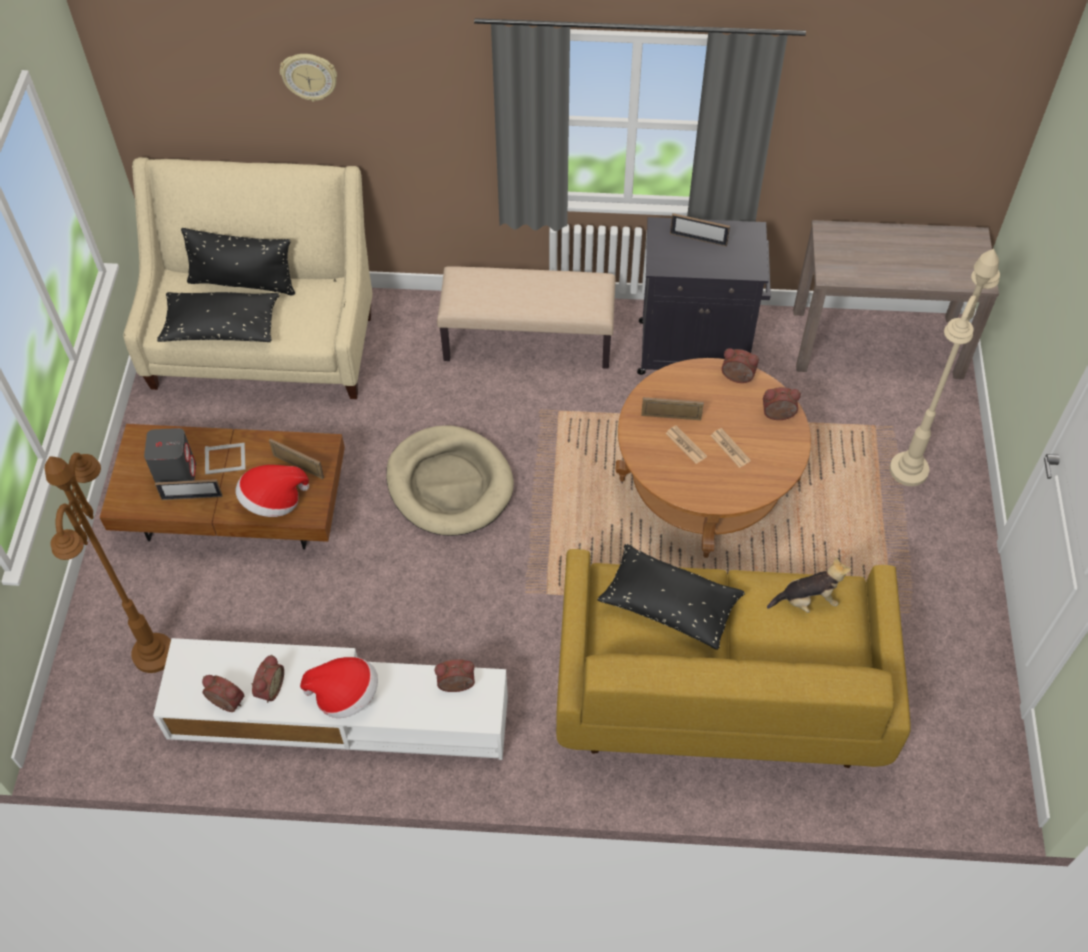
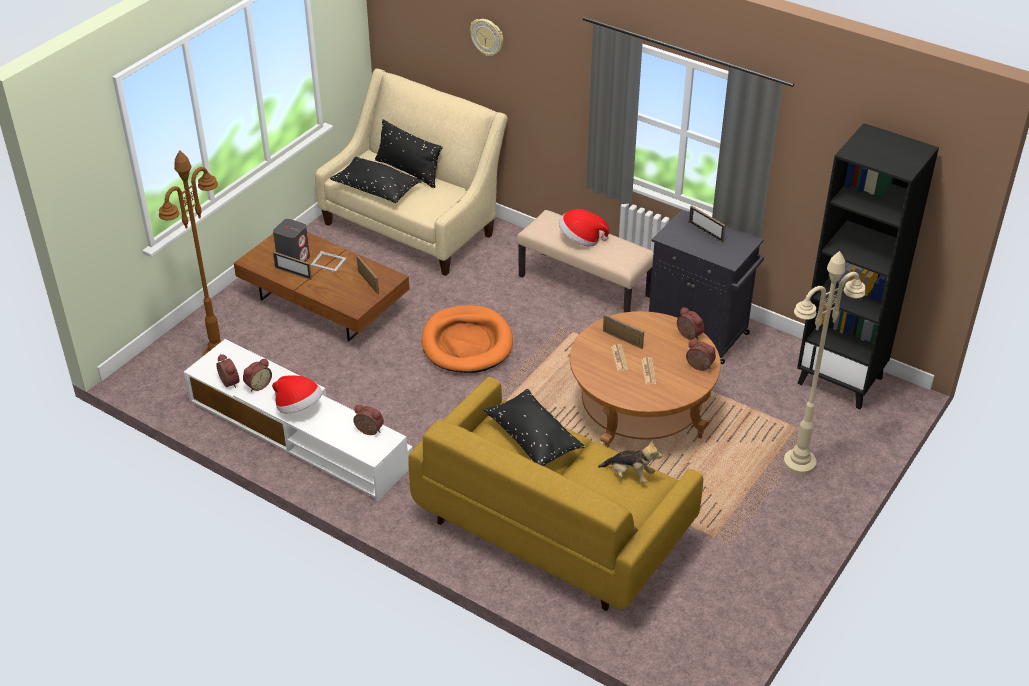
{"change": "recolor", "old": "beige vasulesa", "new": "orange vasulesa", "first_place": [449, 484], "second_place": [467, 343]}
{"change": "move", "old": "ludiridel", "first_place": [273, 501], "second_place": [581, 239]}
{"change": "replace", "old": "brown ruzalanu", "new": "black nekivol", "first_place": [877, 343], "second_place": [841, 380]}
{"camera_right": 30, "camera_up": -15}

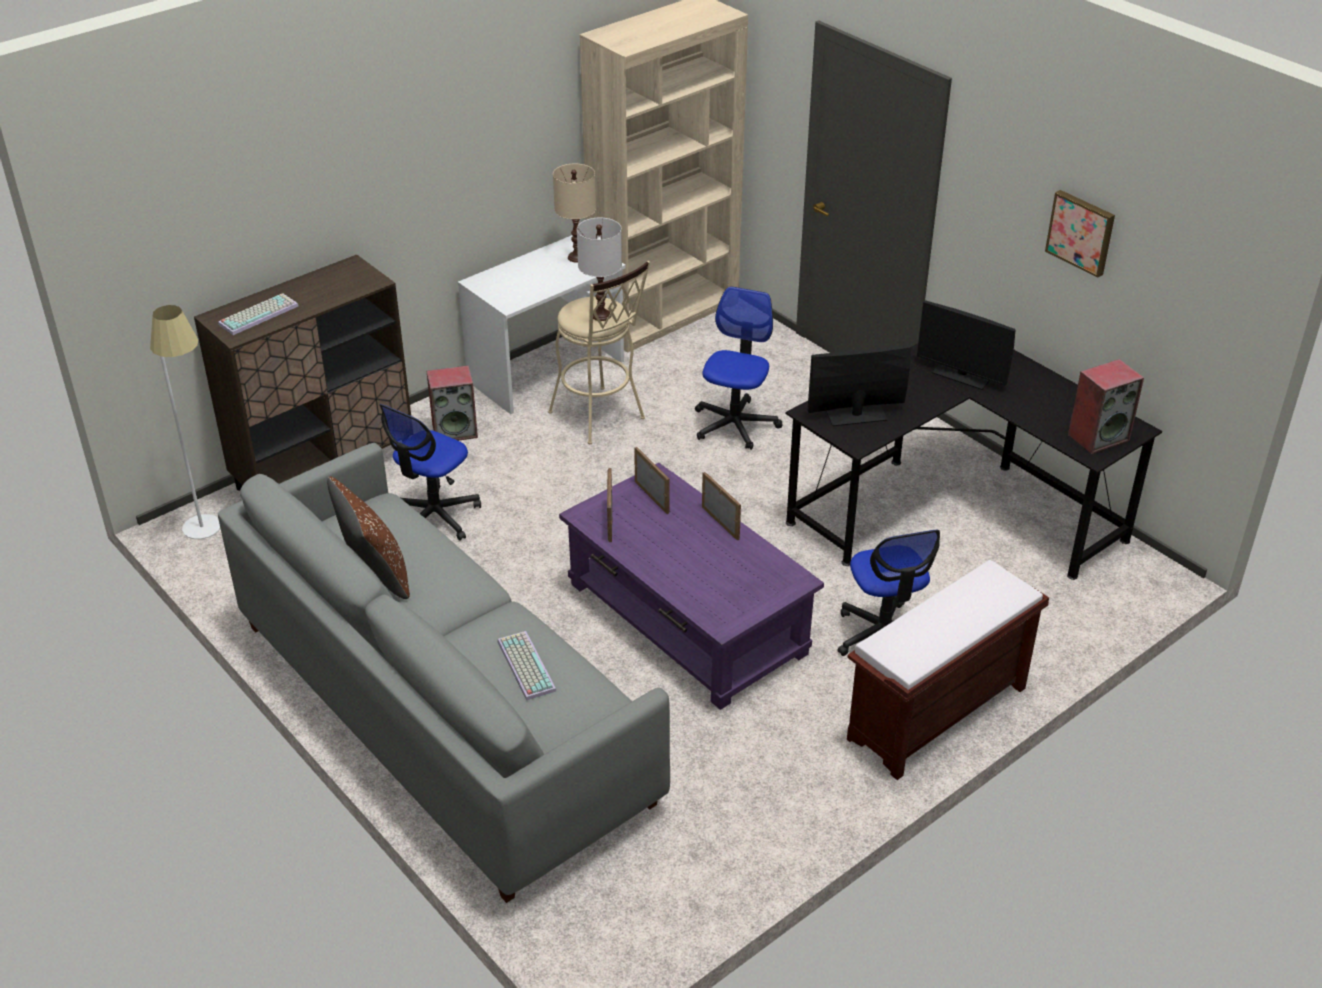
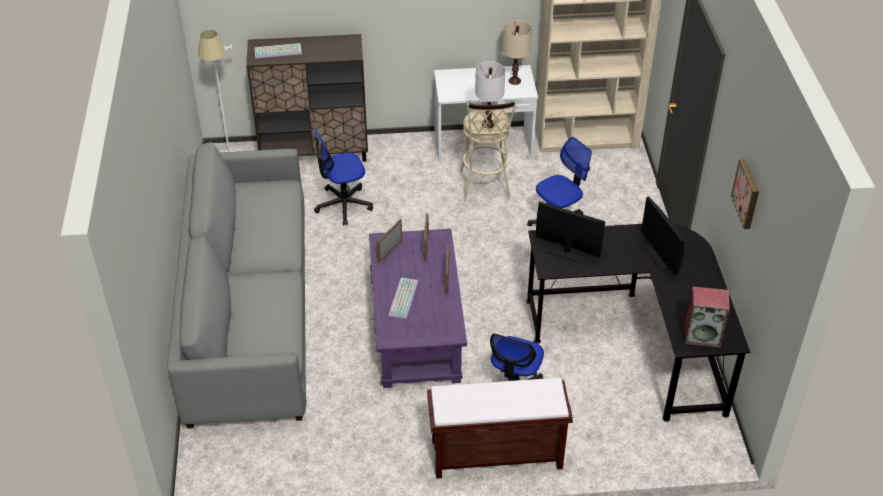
{"change": "move", "old": "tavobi", "first_place": [524, 665], "second_place": [402, 297]}
{"change": "delete", "old": "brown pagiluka", "first_place": [376, 574]}
{"change": "delete", "old": "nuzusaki", "first_place": [455, 431]}
{"camera_right": 35, "camera_up": 5}

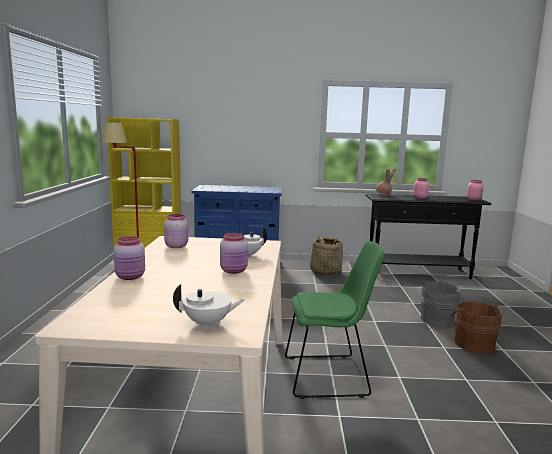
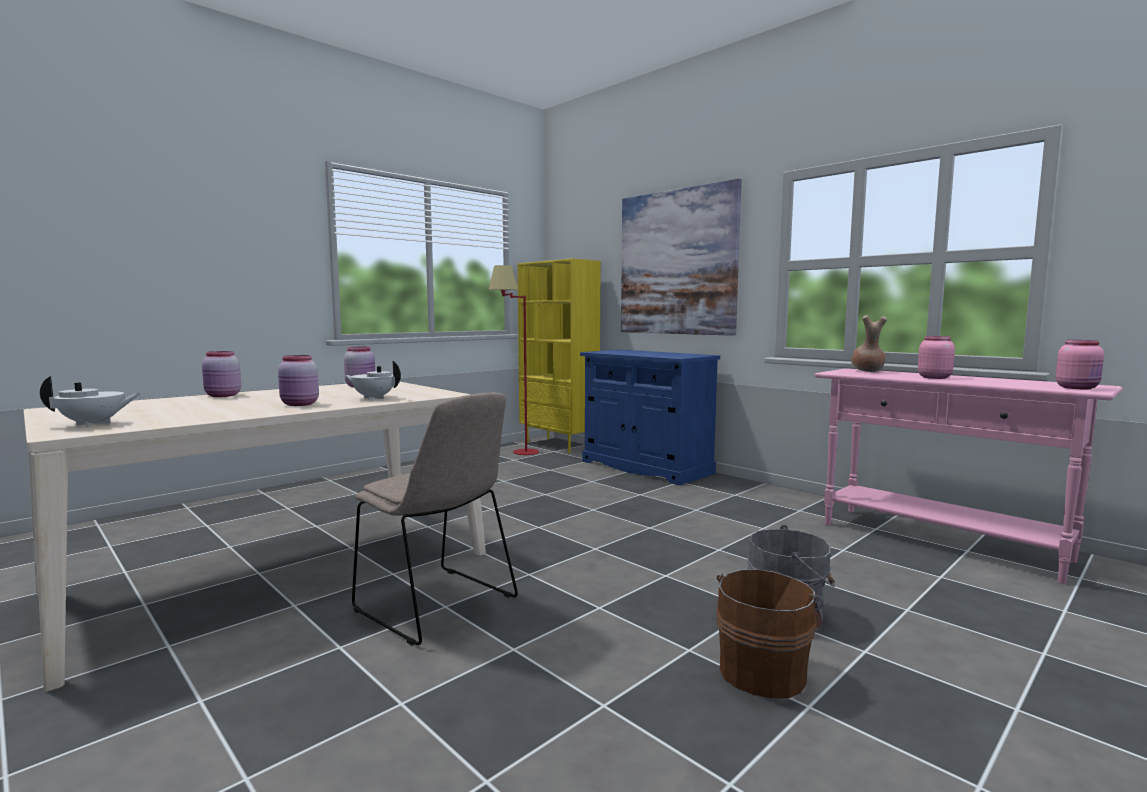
{"change": "rotate", "old": "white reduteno", "first_place": [208, 324], "second_place": [93, 424], "degrees": -60}
{"change": "recolor", "old": "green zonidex", "new": "beige zonidex", "first_place": [329, 376], "second_place": [438, 606]}
{"change": "insert", "new": "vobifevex", "second_place": [677, 262]}
{"change": "recolor", "old": "black ruzalanu", "new": "pink ruzalanu", "first_place": [418, 272], "second_place": [941, 542]}
{"change": "delete", "old": "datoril", "first_place": [325, 271]}
{"camera_right": 45, "camera_up": -5}

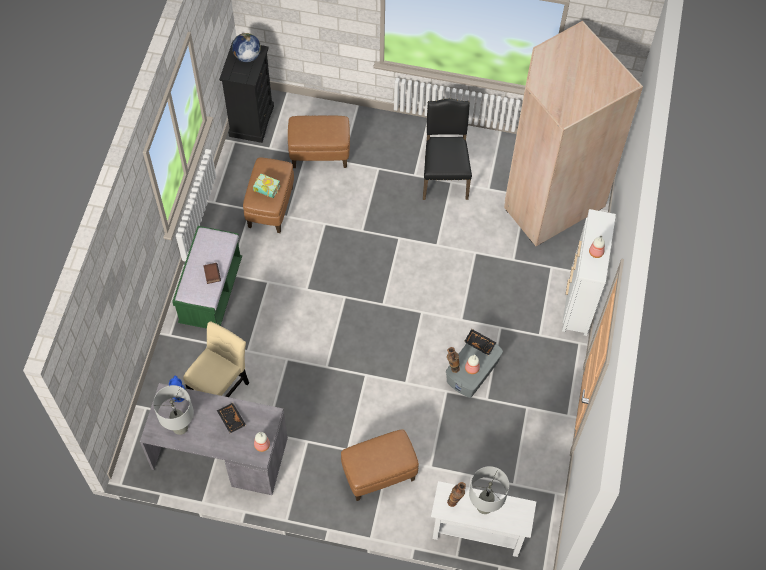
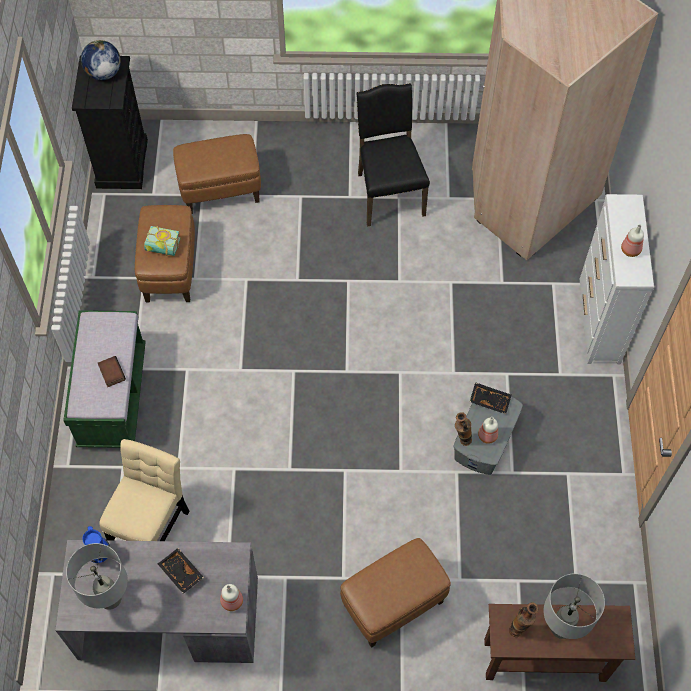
{"change": "recolor", "old": "white ruzalanu", "new": "brown ruzalanu", "first_place": [477, 533], "second_place": [544, 660]}
{"camera_right": -10, "camera_up": 0}

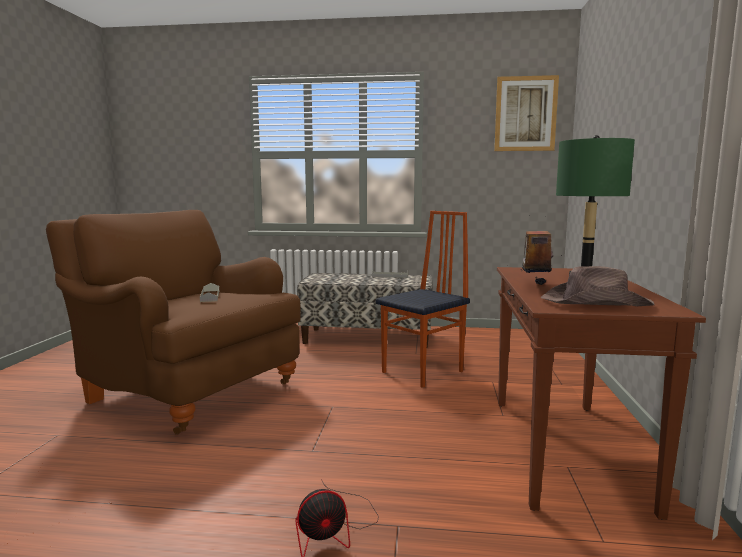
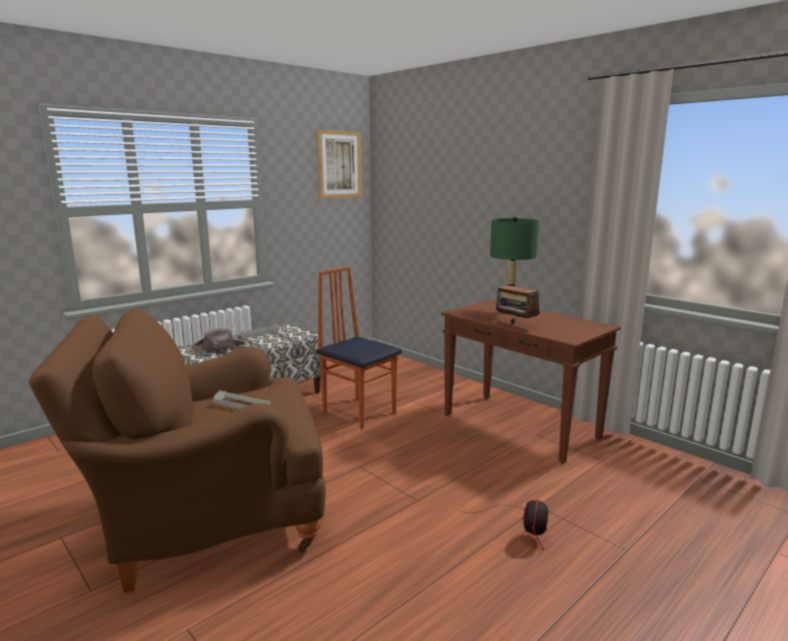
{"change": "move", "old": "brown ludiridel", "first_place": [596, 303], "second_place": [219, 347]}
{"change": "rotate", "old": "zonidex", "first_place": [424, 372], "second_place": [359, 412], "degrees": -45}
{"camera_right": -50, "camera_up": 5}

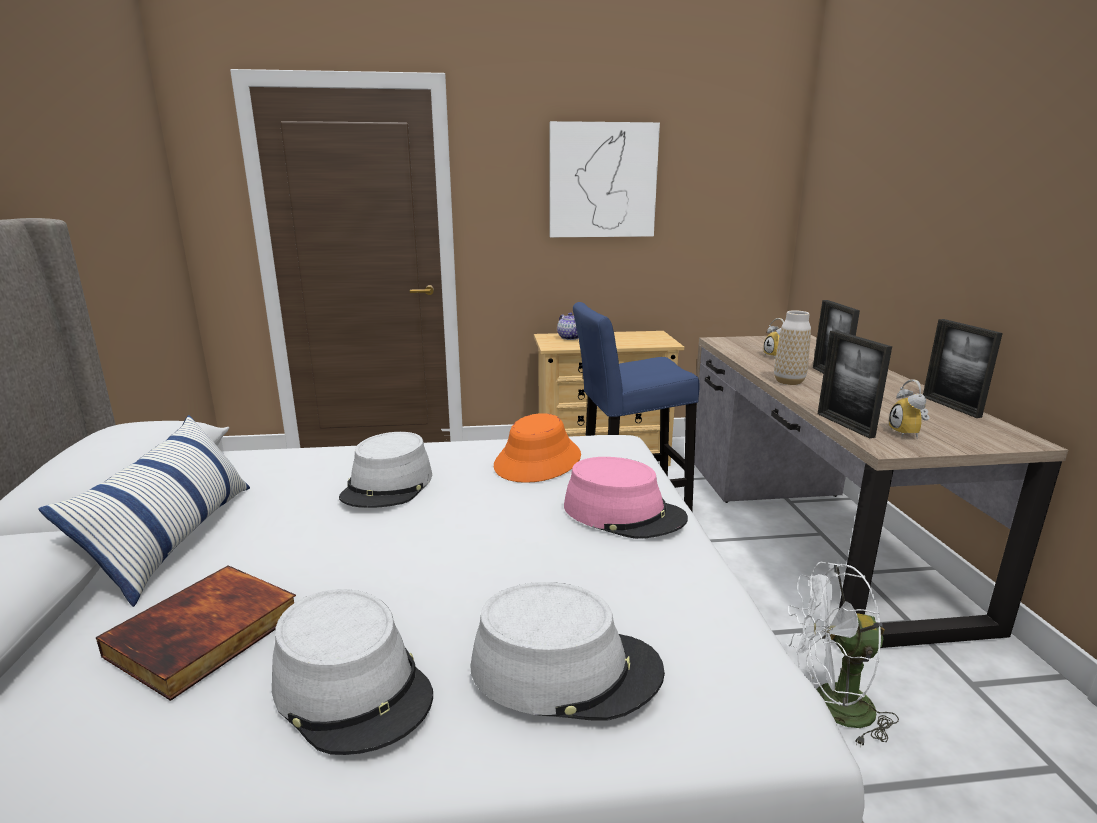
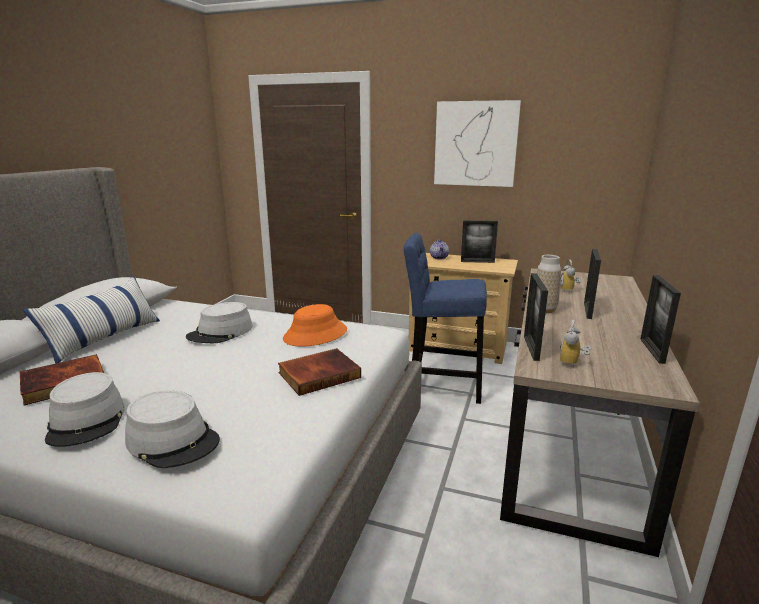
{"change": "replace", "old": "pink ludiridel", "new": "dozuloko", "first_place": [623, 513], "second_place": [319, 374]}
{"change": "insert", "new": "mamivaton", "second_place": [477, 261]}
{"change": "delete", "old": "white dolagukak", "first_place": [830, 708]}
{"camera_right": 25, "camera_up": 0}

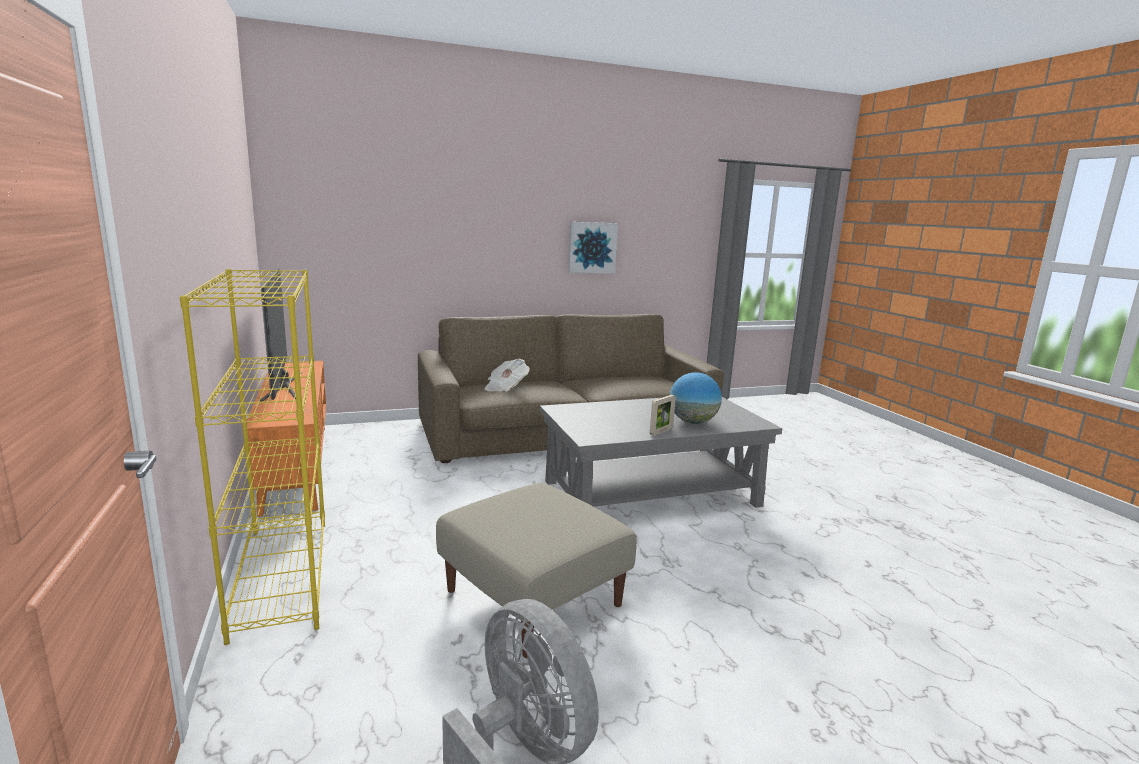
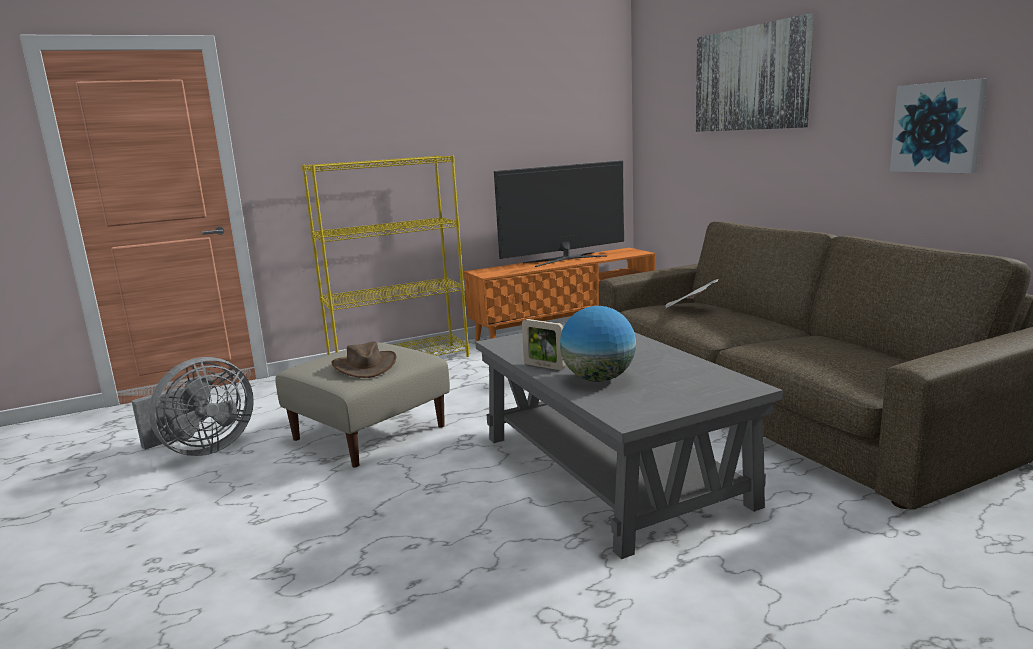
{"change": "insert", "new": "brown ludiridel", "second_place": [364, 366]}
{"change": "insert", "new": "vobifevex", "second_place": [750, 79]}
{"camera_right": 85, "camera_up": 0}

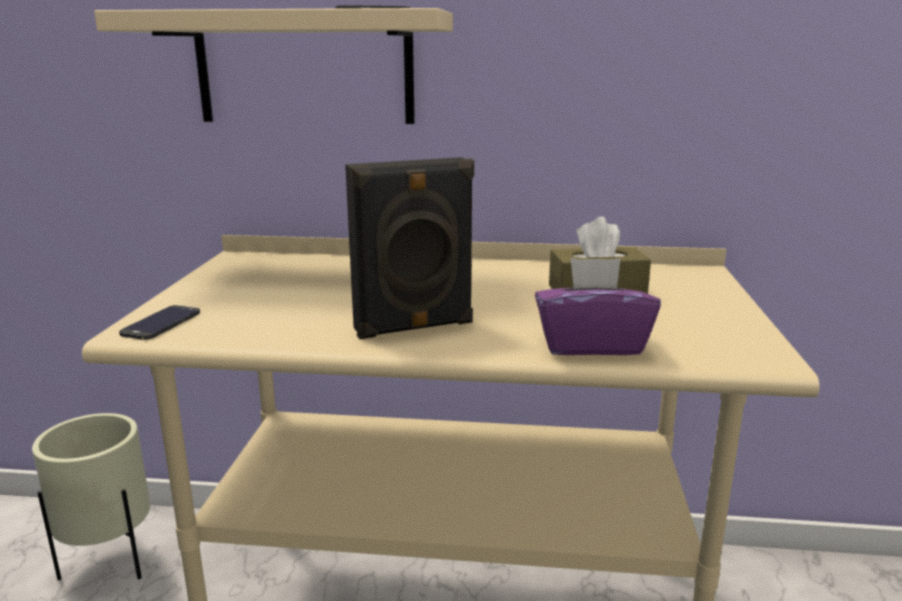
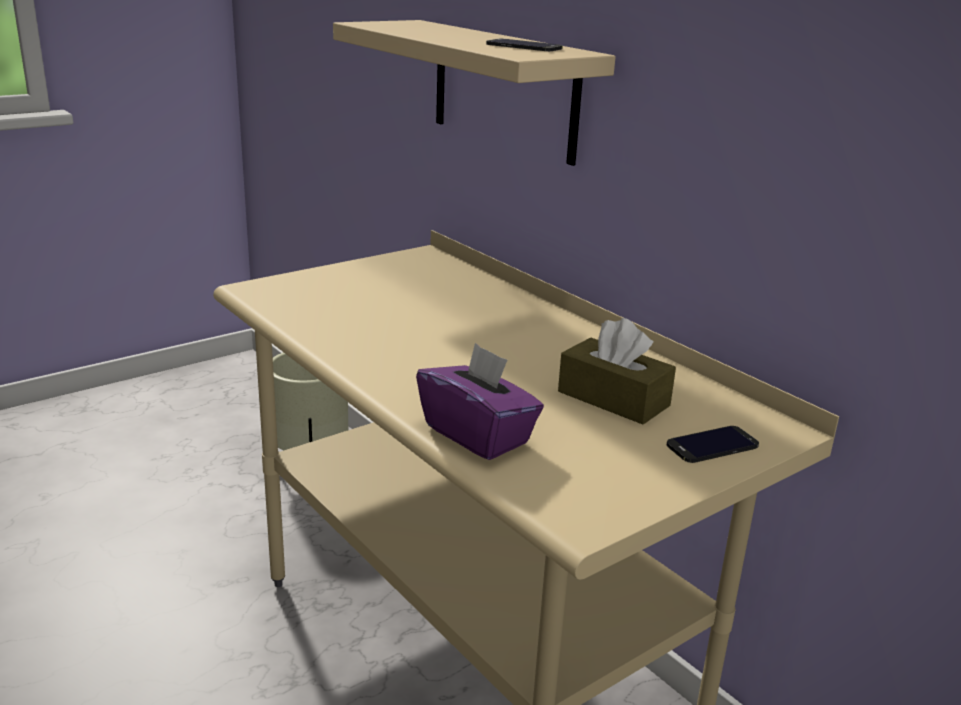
{"change": "move", "old": "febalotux", "first_place": [161, 323], "second_place": [712, 445]}
{"change": "delete", "old": "black nuzusaki", "first_place": [414, 327]}
{"camera_right": 45, "camera_up": 5}

